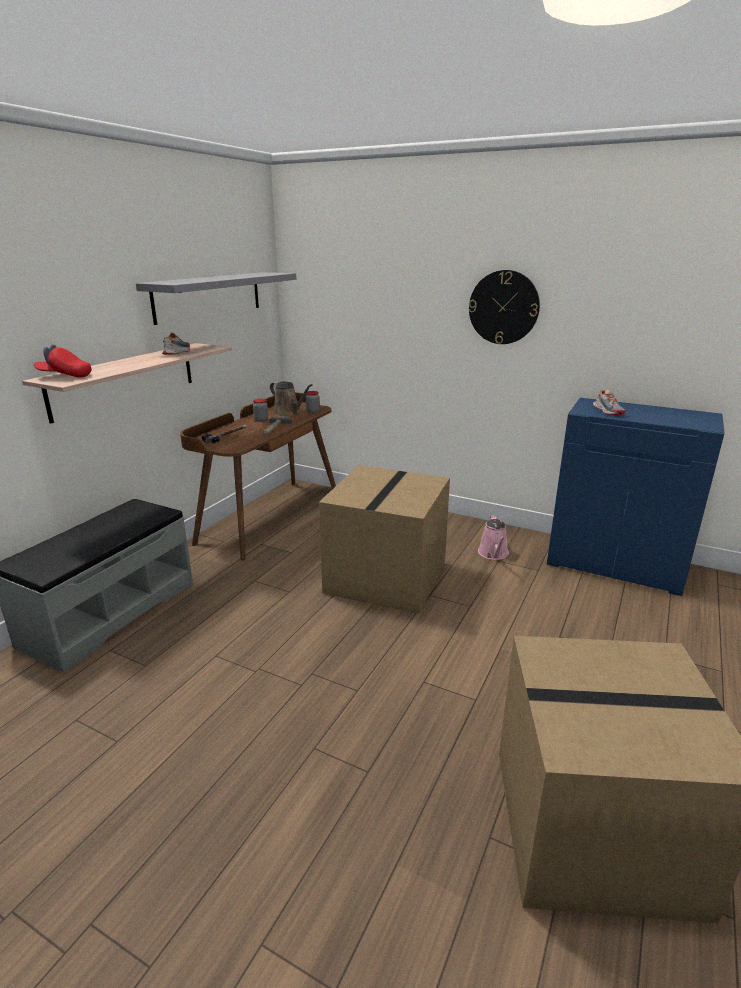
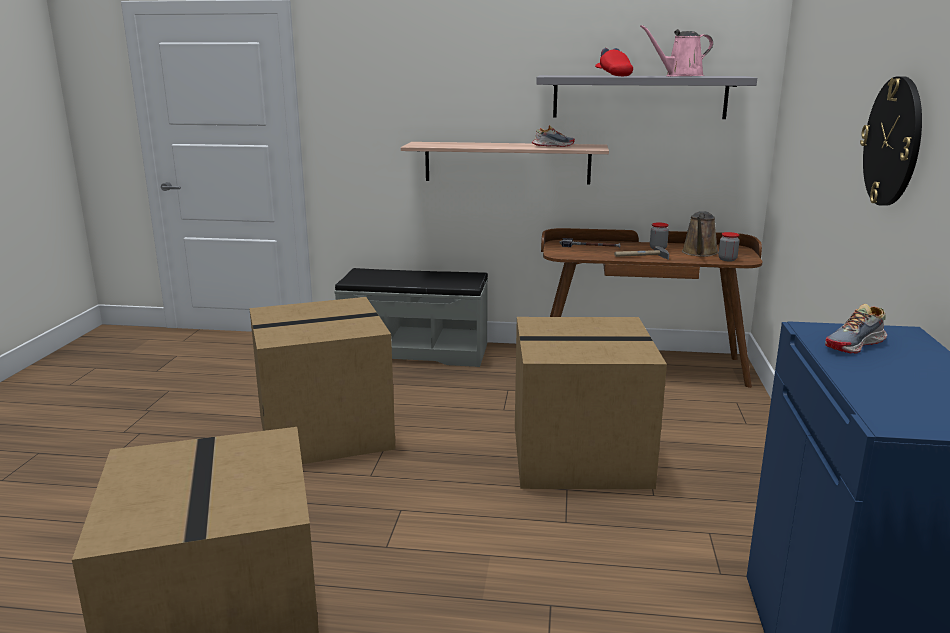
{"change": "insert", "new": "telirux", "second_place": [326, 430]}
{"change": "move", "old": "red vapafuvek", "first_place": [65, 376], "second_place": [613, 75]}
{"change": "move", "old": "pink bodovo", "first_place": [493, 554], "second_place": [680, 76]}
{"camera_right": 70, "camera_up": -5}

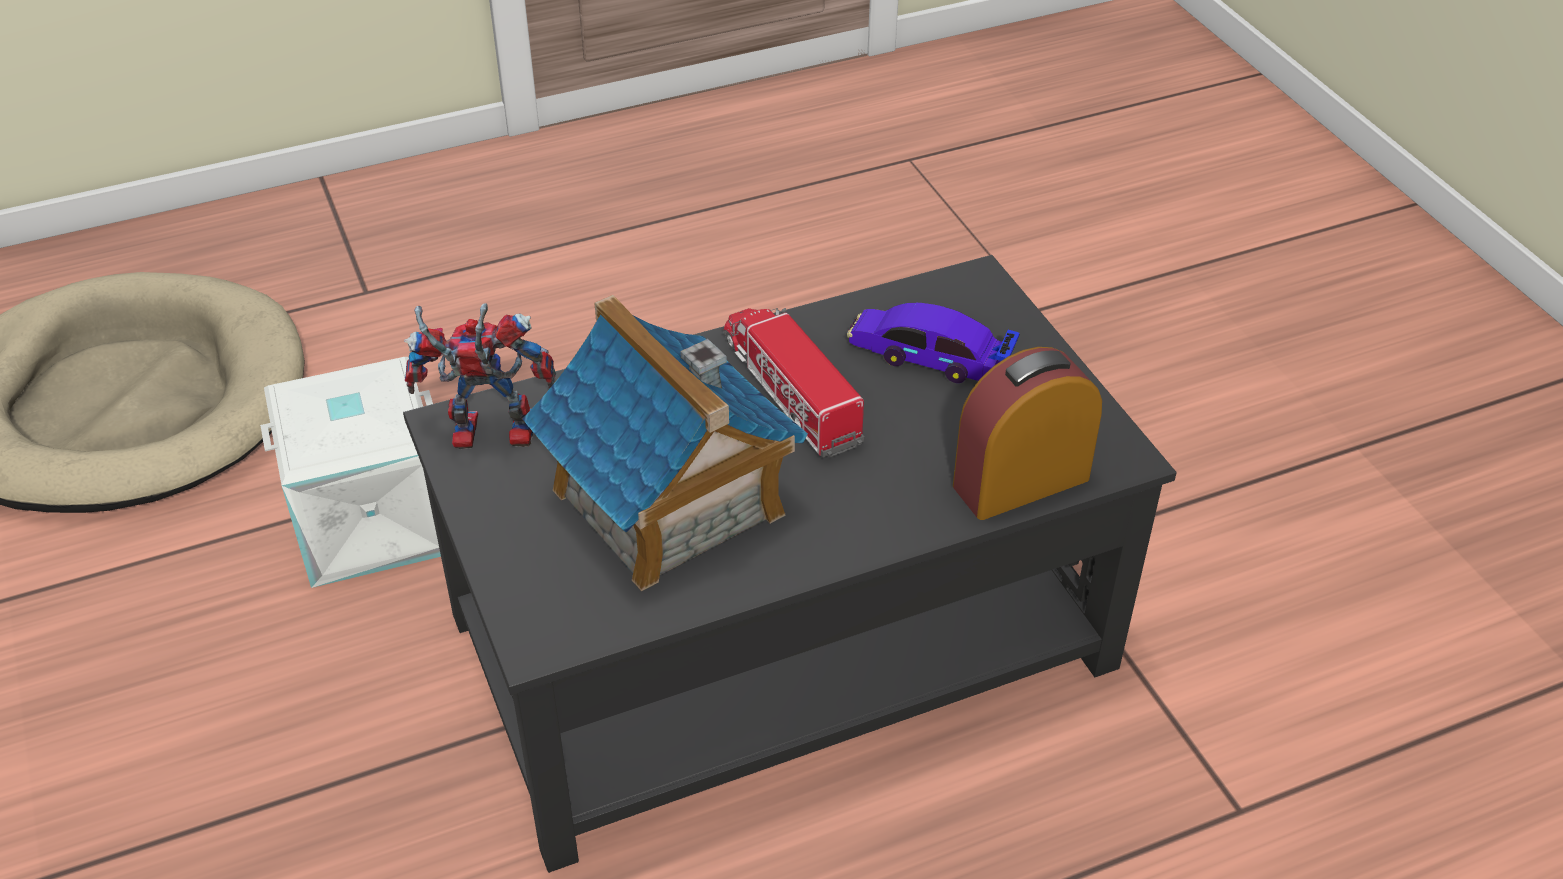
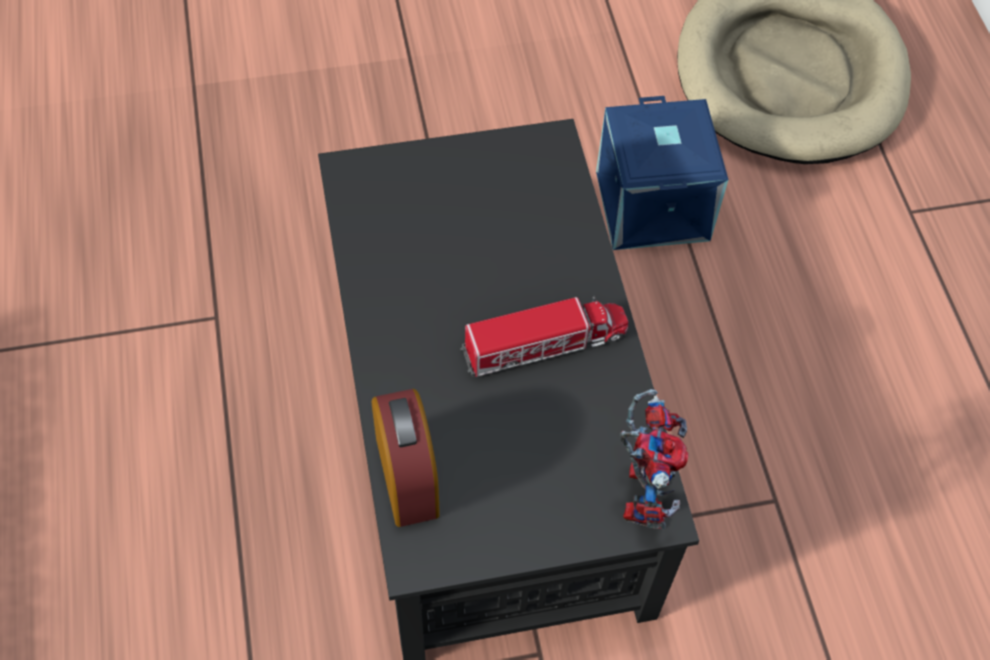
{"change": "recolor", "old": "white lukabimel", "new": "blue lukabimel", "first_place": [373, 518], "second_place": [654, 206]}
{"change": "move", "old": "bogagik", "first_place": [485, 436], "second_place": [641, 488]}
{"change": "delete", "old": "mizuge", "first_place": [668, 504]}
{"change": "delete", "old": "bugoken", "first_place": [928, 357]}
{"camera_right": 100, "camera_up": 15}

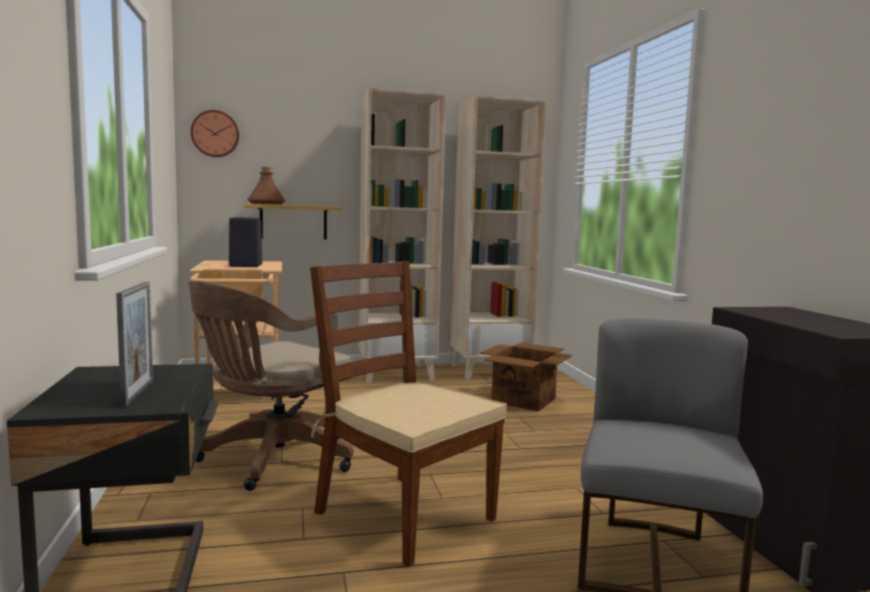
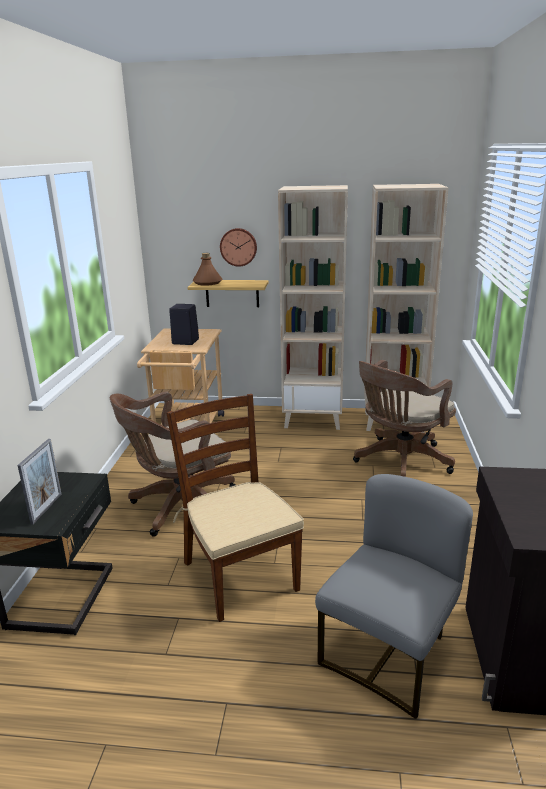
{"change": "move", "old": "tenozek", "first_place": [215, 134], "second_place": [238, 247]}
{"change": "replace", "old": "telirux", "new": "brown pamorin", "first_place": [523, 400], "second_place": [399, 462]}
{"camera_right": 20, "camera_up": 15}

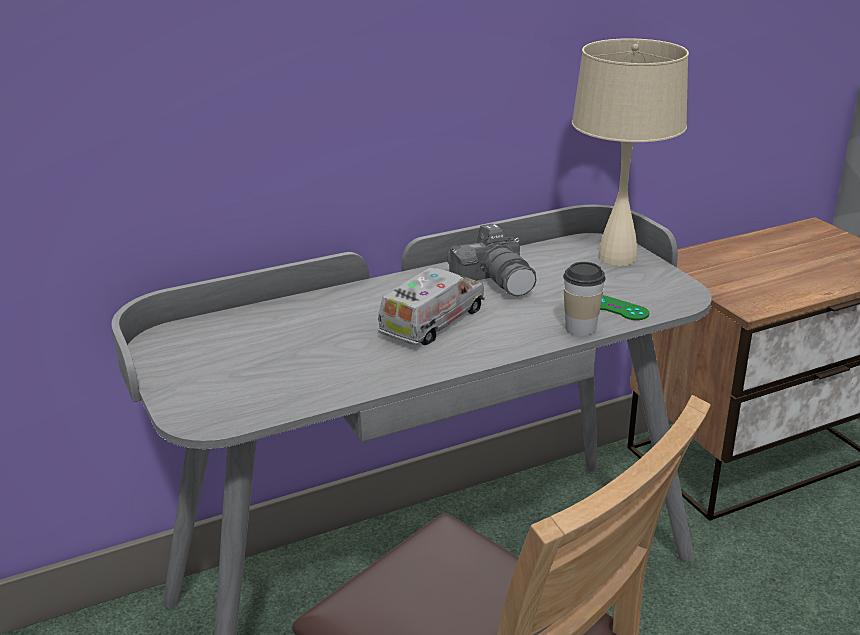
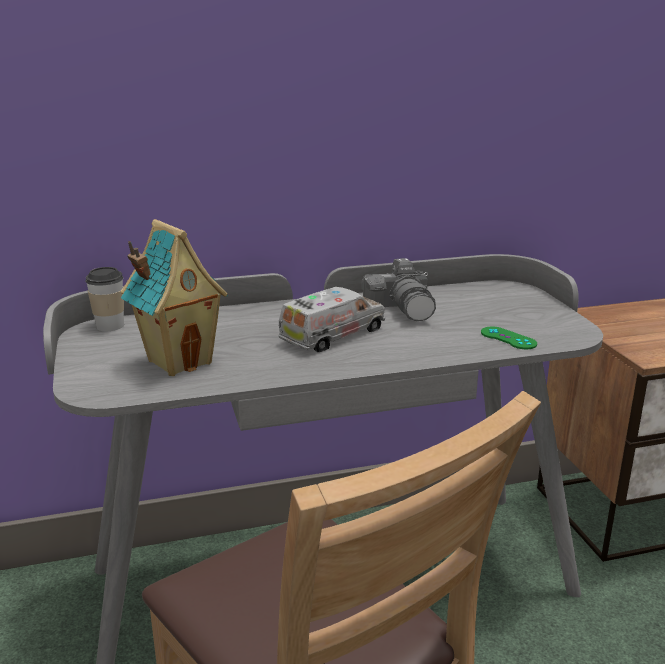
{"change": "move", "old": "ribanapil", "first_place": [580, 328], "second_place": [110, 326]}
{"change": "insert", "new": "mizuge", "second_place": [179, 361]}
{"change": "delete", "old": "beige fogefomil", "first_place": [616, 257]}
{"camera_right": 10, "camera_up": -5}

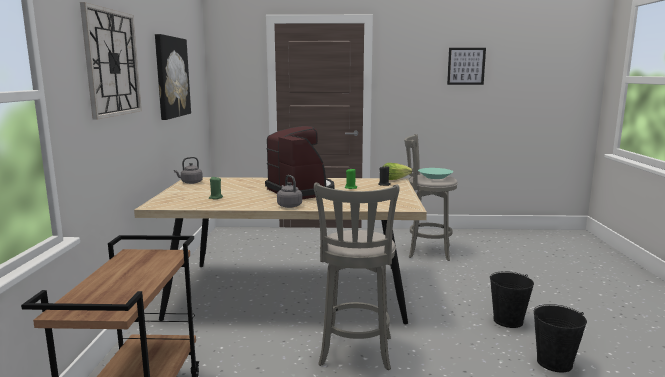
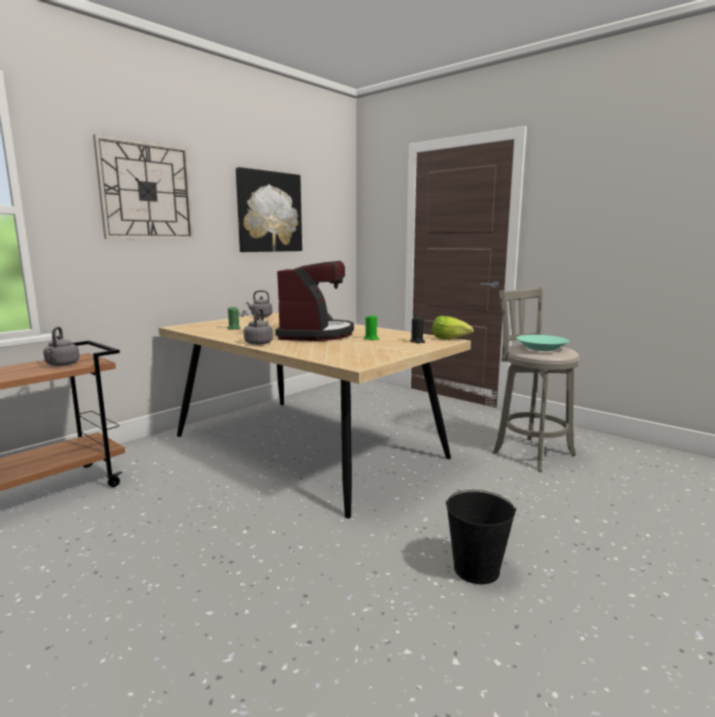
{"change": "insert", "new": "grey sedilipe", "second_place": [62, 364]}
{"change": "delete", "old": "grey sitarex", "first_place": [355, 353]}
{"change": "delete", "old": "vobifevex", "first_place": [466, 66]}
{"change": "delete", "old": "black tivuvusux", "first_place": [554, 363]}
{"camera_right": 40, "camera_up": 0}

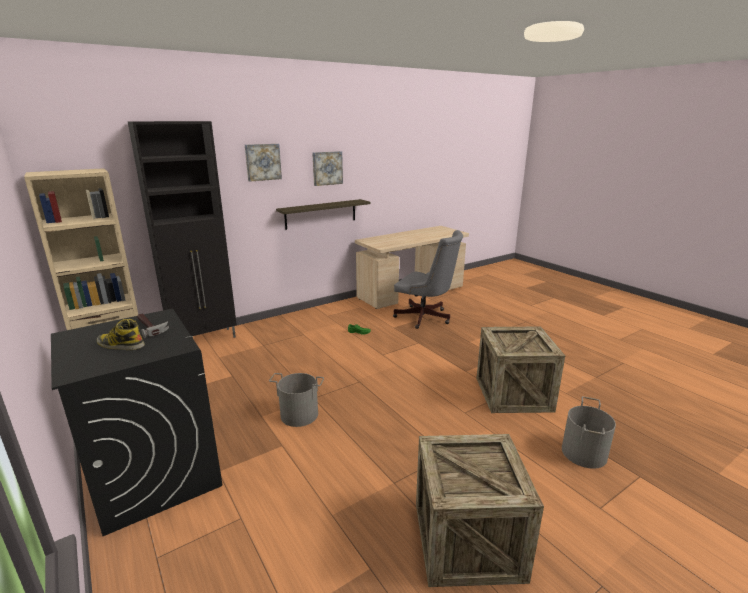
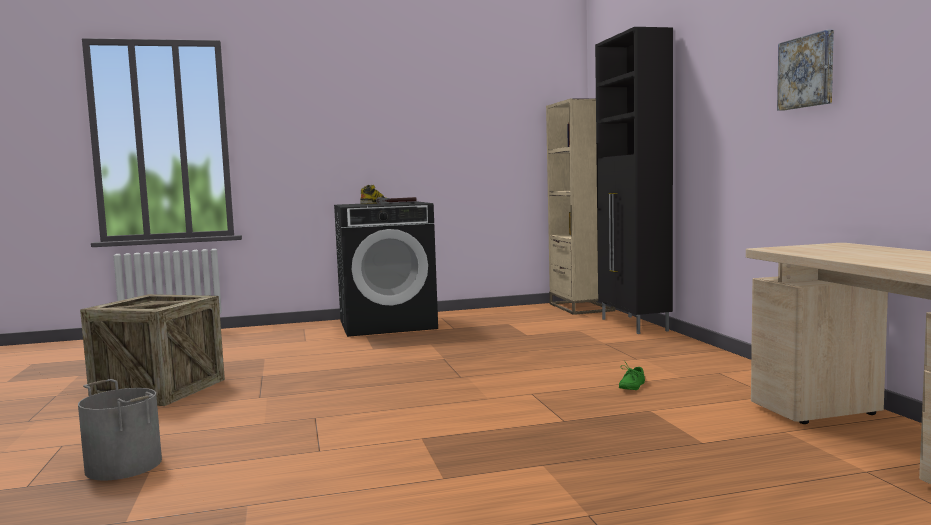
{"change": "delete", "old": "vobifevex", "first_place": [263, 162]}
{"change": "delete", "old": "grey tivuvusux", "first_place": [299, 414]}
{"change": "delete", "old": "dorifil", "first_place": [321, 214]}
{"change": "delete", "old": "grey pamorin", "first_place": [426, 318]}
{"change": "delete", "old": "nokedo", "first_place": [513, 394]}
{"camera_right": 110, "camera_up": -15}

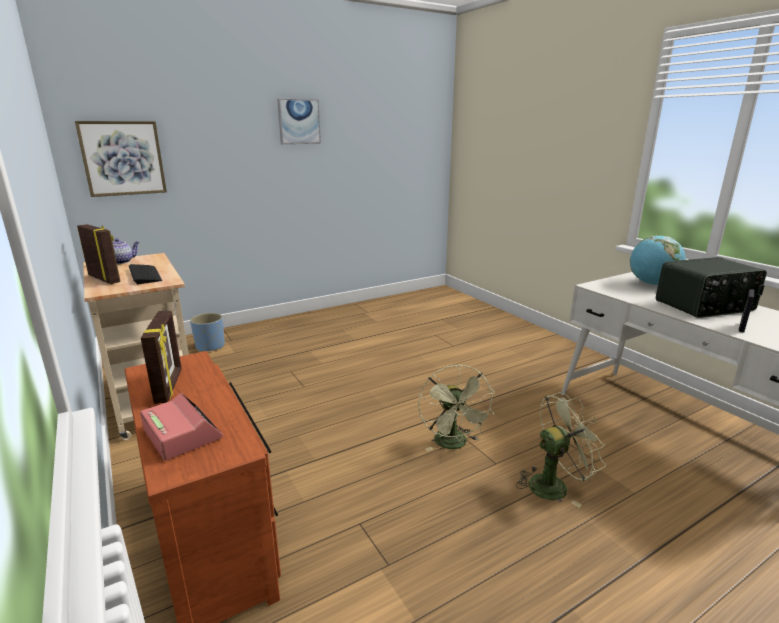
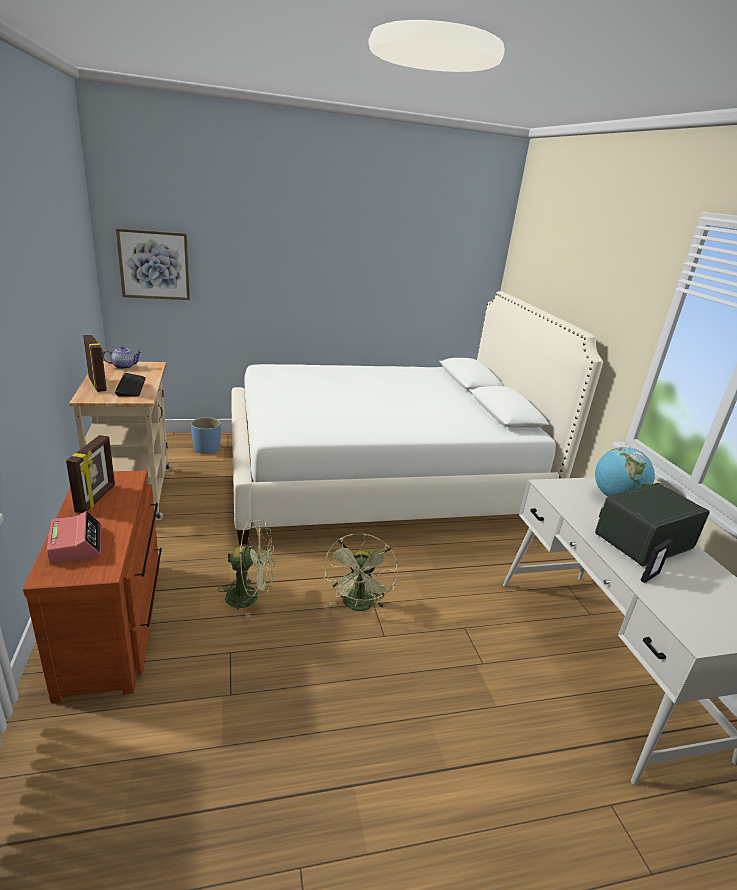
{"change": "move", "old": "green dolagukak", "first_place": [554, 484], "second_place": [250, 597]}
{"change": "insert", "new": "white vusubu", "second_place": [380, 477]}
{"change": "rotate", "old": "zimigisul", "first_place": [705, 306], "second_place": [642, 540], "degrees": 150}
{"change": "delete", "old": "vobifevex", "first_place": [299, 121]}
{"camera_right": 15, "camera_up": 5}

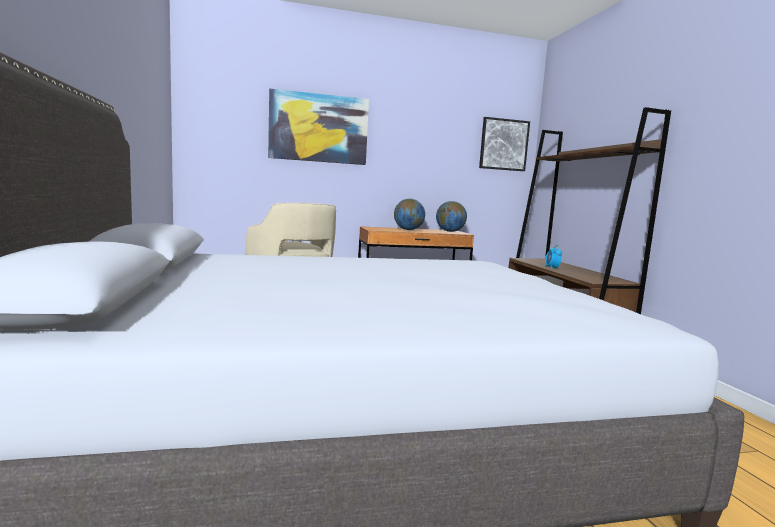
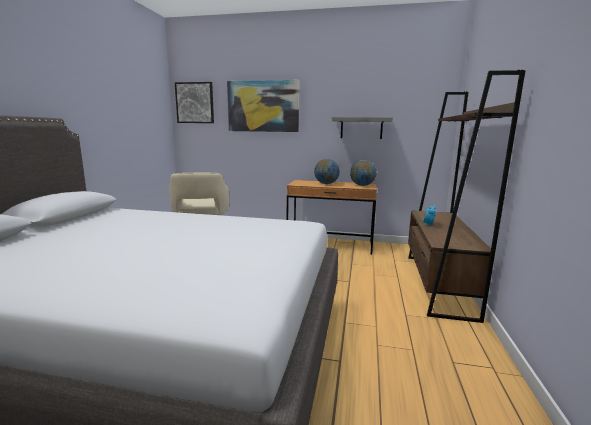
{"change": "move", "old": "vobifevex", "first_place": [503, 144], "second_place": [195, 103]}
{"change": "insert", "new": "grey dorifil", "second_place": [361, 128]}
{"camera_right": 25, "camera_up": 5}

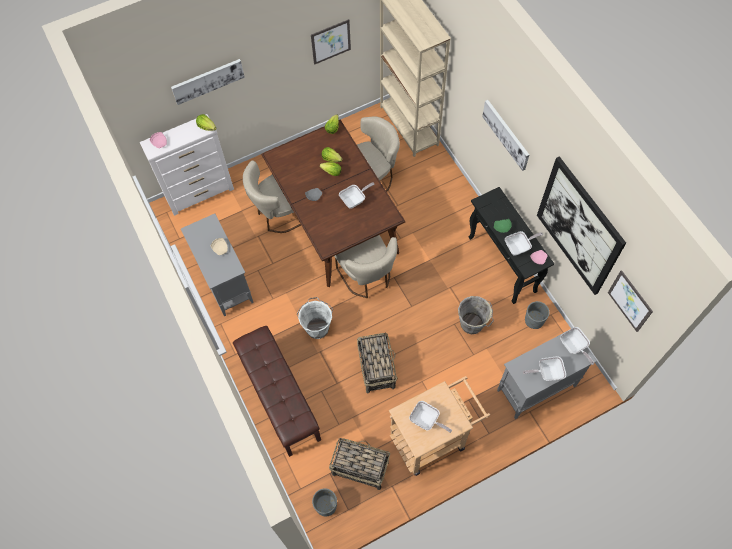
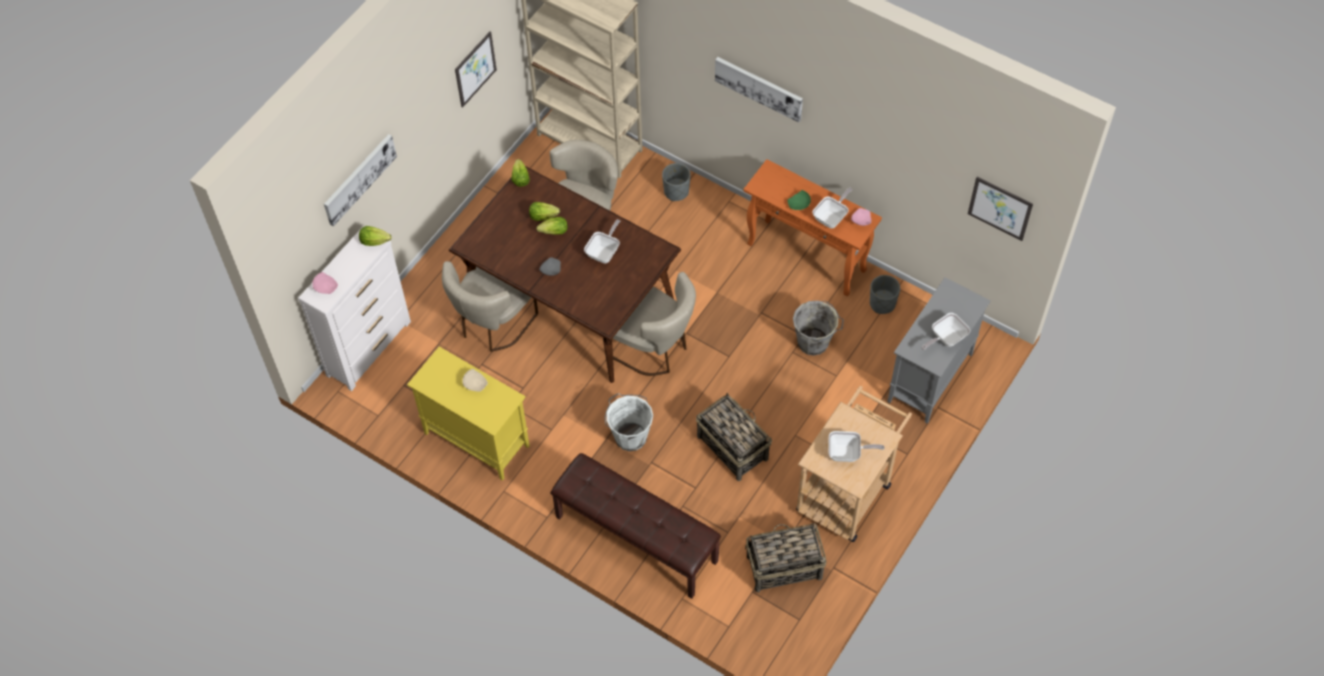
{"change": "recolor", "old": "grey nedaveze", "new": "yellow nedaveze", "first_place": [225, 282], "second_place": [476, 439]}
{"change": "move", "old": "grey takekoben", "first_place": [326, 505], "second_place": [676, 192]}
{"change": "recolor", "old": "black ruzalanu", "new": "orange ruzalanu", "first_place": [502, 265], "second_place": [807, 257]}
{"change": "delete", "old": "vobifevex", "first_place": [579, 227]}
{"change": "delete", "old": "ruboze", "first_place": [574, 347]}
{"camera_right": -30, "camera_up": -5}

